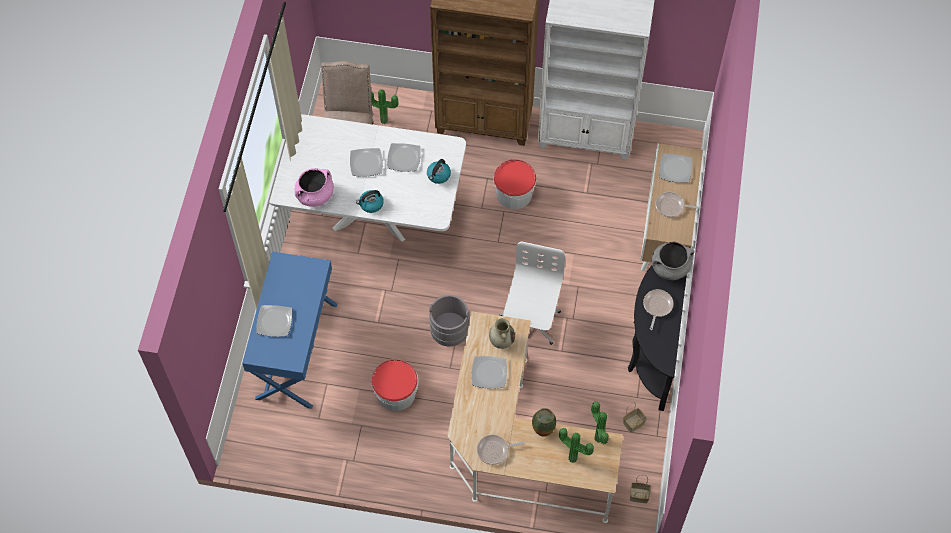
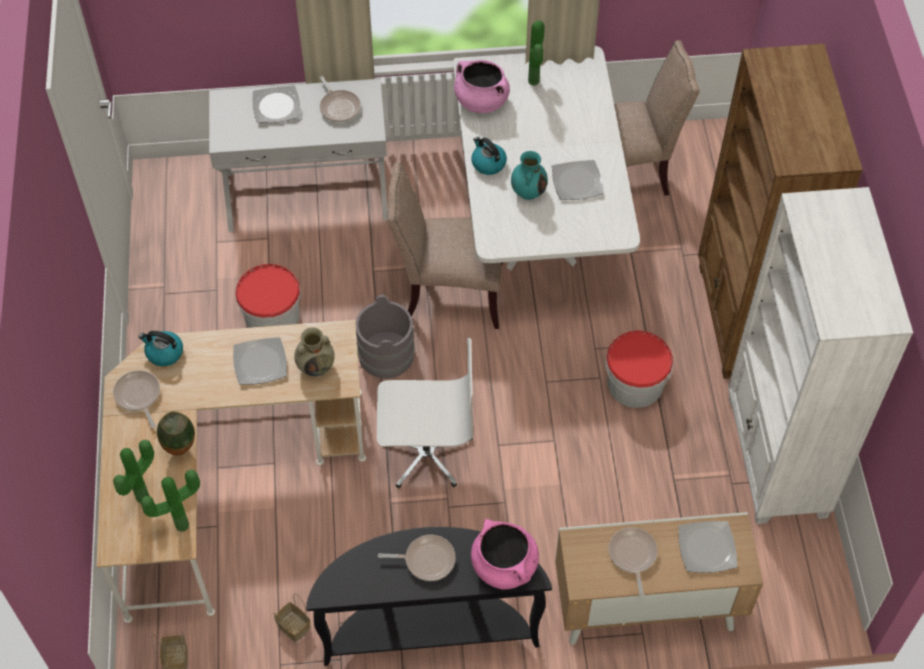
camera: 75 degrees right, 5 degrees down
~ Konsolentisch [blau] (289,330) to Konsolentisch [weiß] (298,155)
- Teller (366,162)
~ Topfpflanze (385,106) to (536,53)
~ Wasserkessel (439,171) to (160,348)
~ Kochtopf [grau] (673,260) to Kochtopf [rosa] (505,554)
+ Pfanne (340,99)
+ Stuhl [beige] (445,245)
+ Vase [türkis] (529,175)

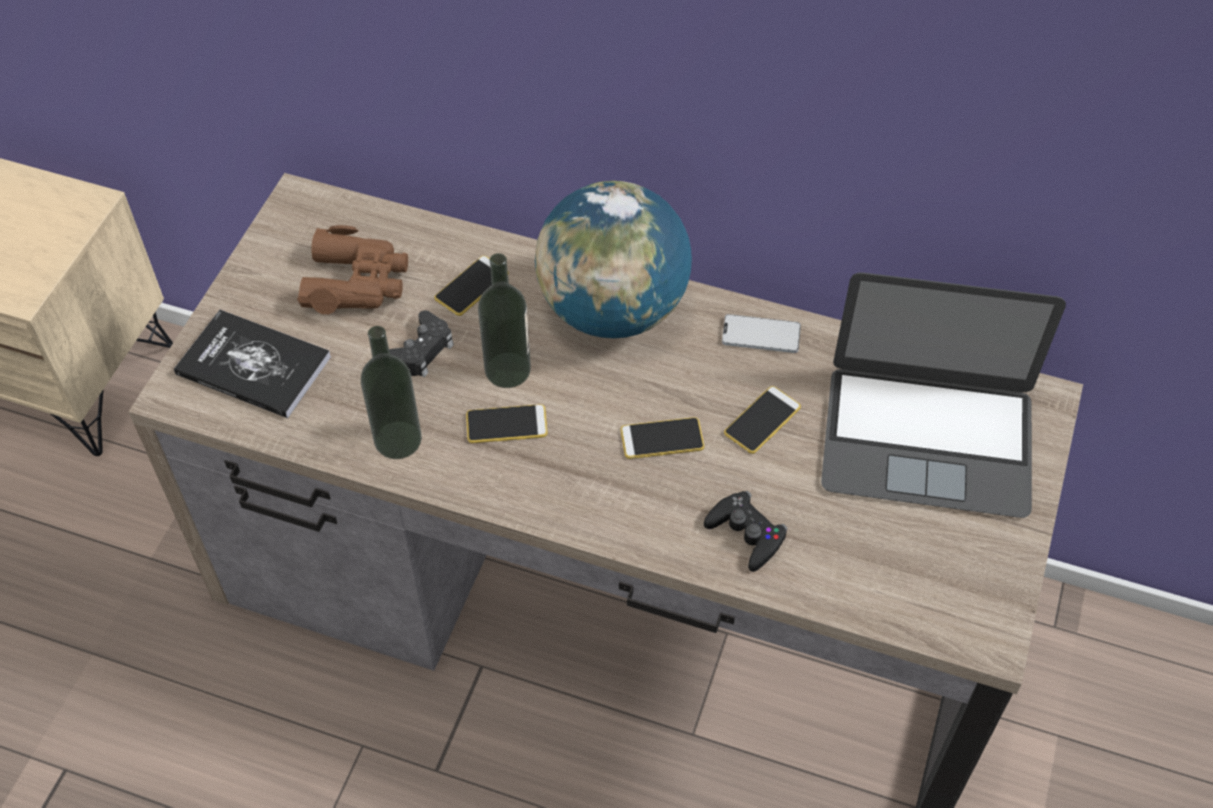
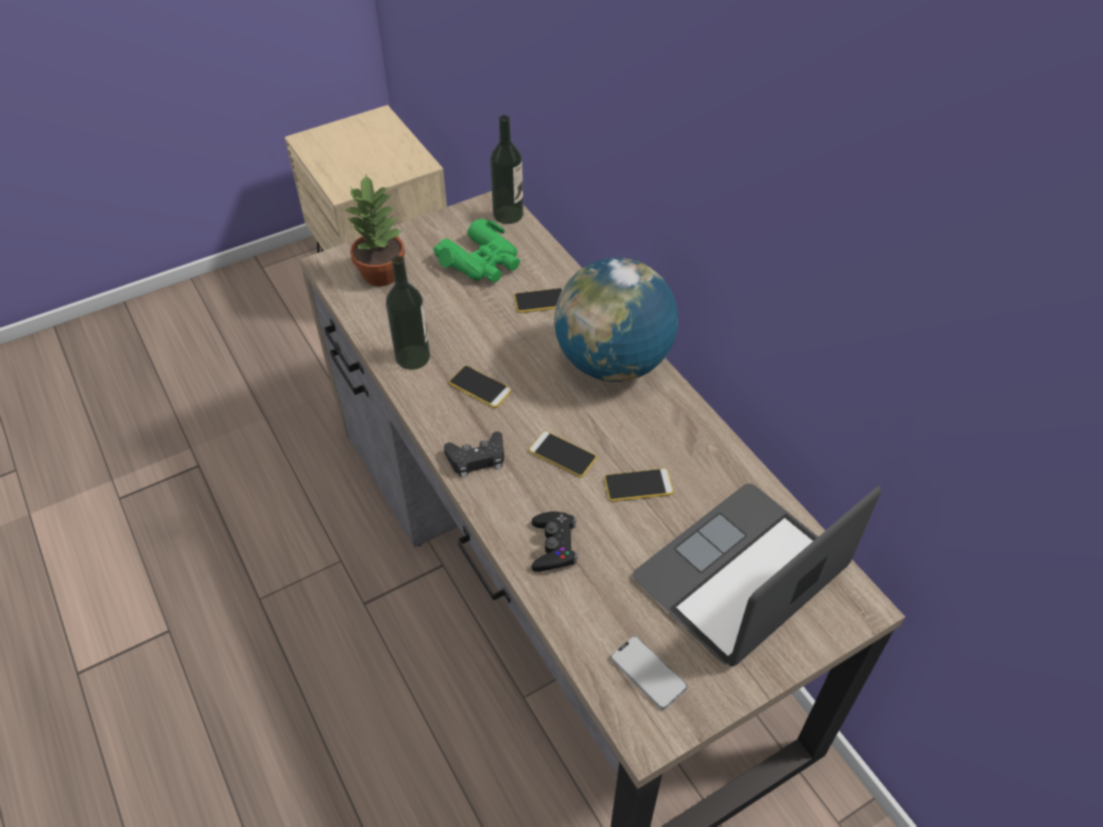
camera: 40 degrees right, 5 degrees down
~ Buch (252,364) to Topfpflanze (374,230)
~ Fernglas [braun] (352,269) to Fernglas [grün] (476,250)
~ Gamepad [schwarz] (421,343) to (474,455)
~ Flasche (504,320) to (506,169)
~ Handy (761,333) to (649,673)
~ Laptop (943,395) = (757,575) 90 degrees clockwise

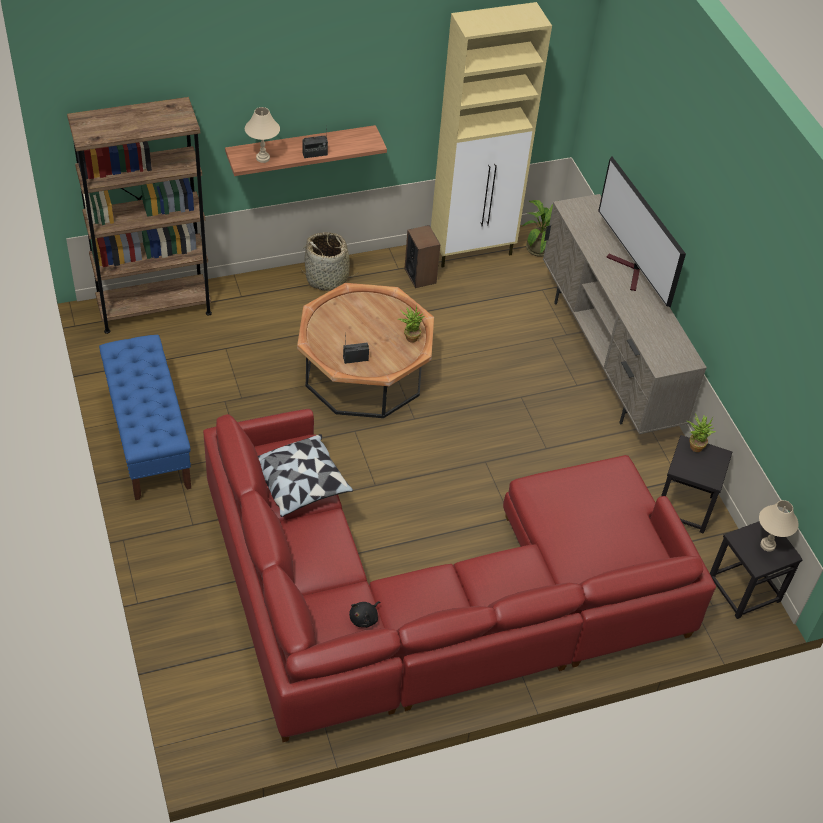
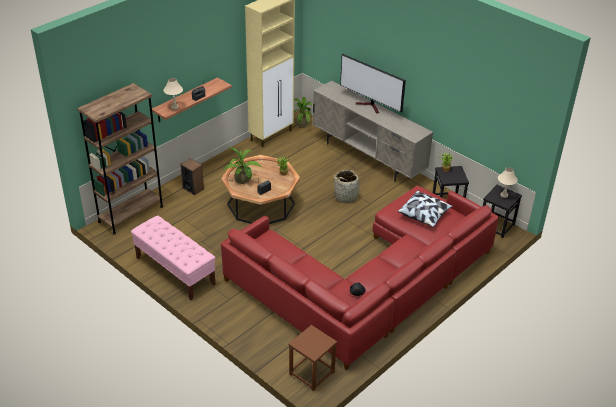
camera: 25 degrees left, 10 degrees down
~ Bank [blau] (145,417) to Bank [rosa] (173,258)
~ Kissen (305,475) to (425,209)
~ Korb (329,261) to (346,186)
~ Lautsprecher (422,256) to (192,176)
+ Topfpflanze (243,165)
+ Hocker [braun] (313,358)

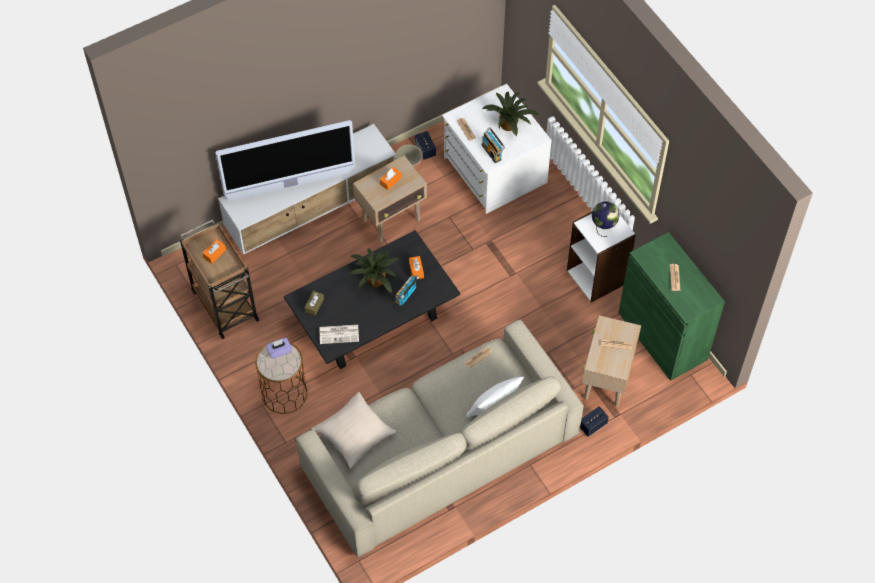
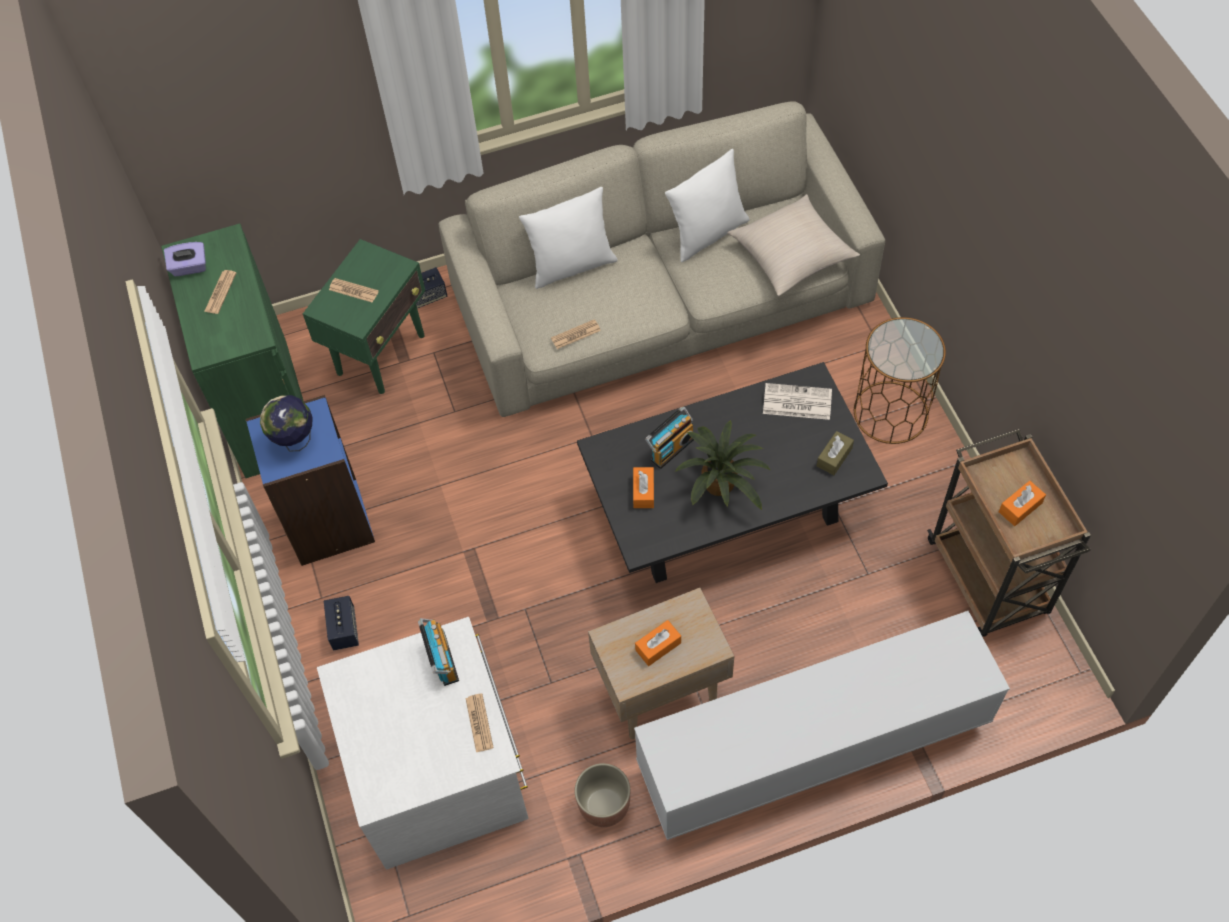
camera: 165 degrees left, 0 degrees up
- Fernseher (285,160)
~ Taschentuchbox [lila] (279,348) to (185,259)
~ Lautsprecher (425,145) to (341,623)
- Topfpflanze (511,114)
~ Bücherregal [weiß] (601,257) to Bücherregal [blau] (310,480)
~ Beistelltisch [beige] (611,361) to Beistelltisch [grün] (364,316)
+ Kissen [weiß] (707,205)

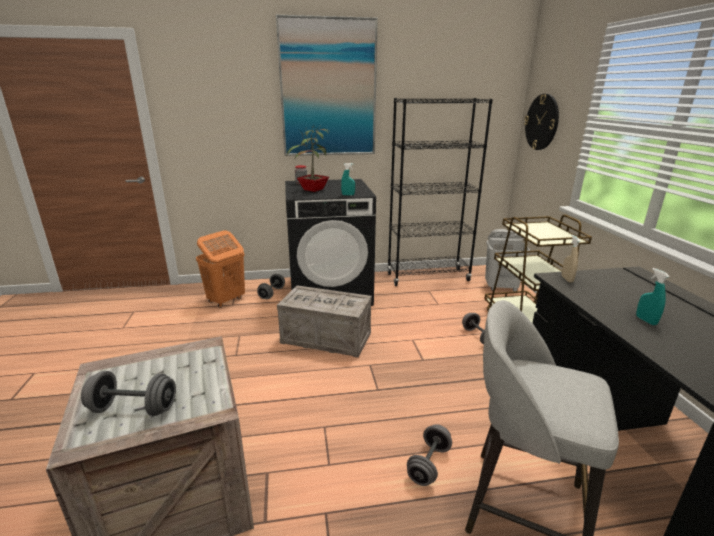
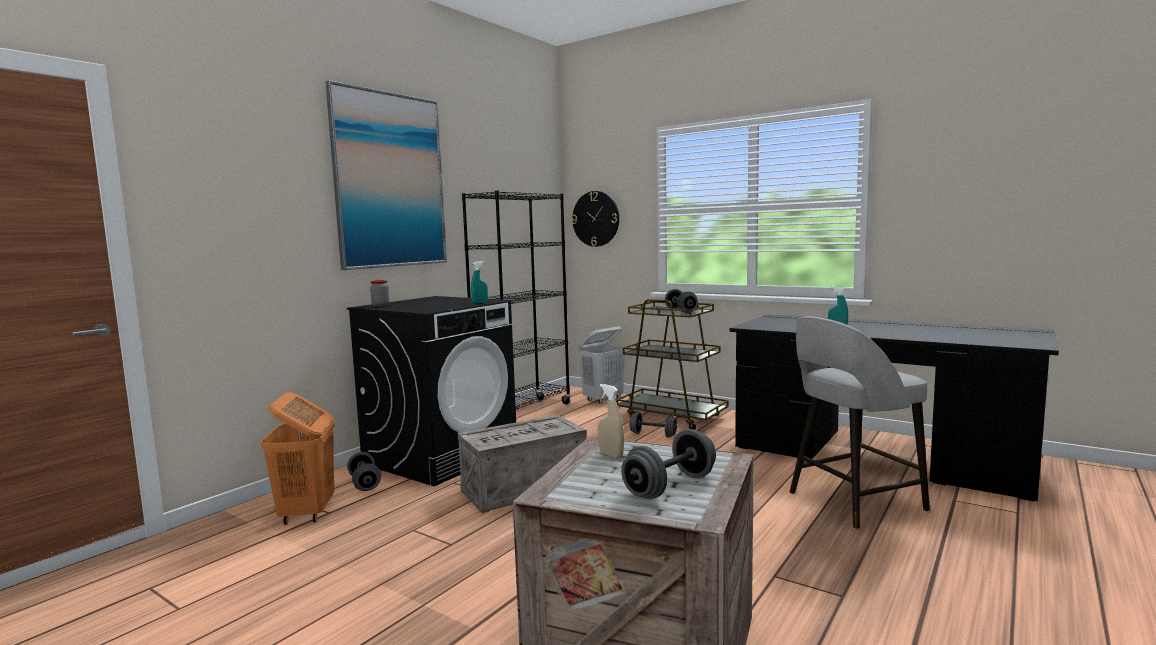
camera: 45 degrees left, 15 degrees down
- Topfpflanze (308,158)
~ Hantel [grau] (429,455) to (681,301)
~ Sprühflasche [beige] (571,258) to (611,421)

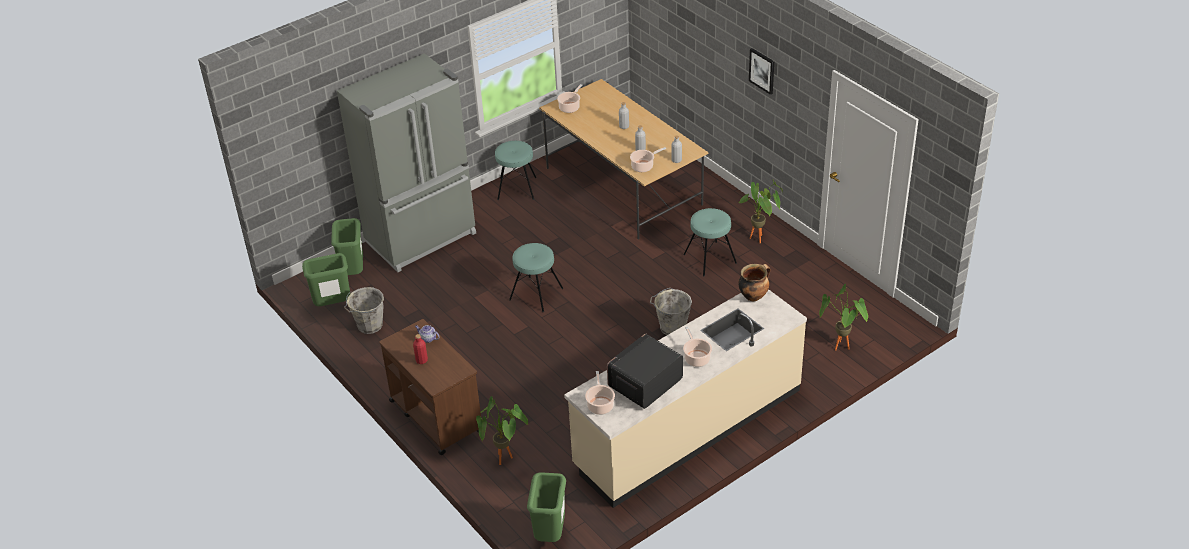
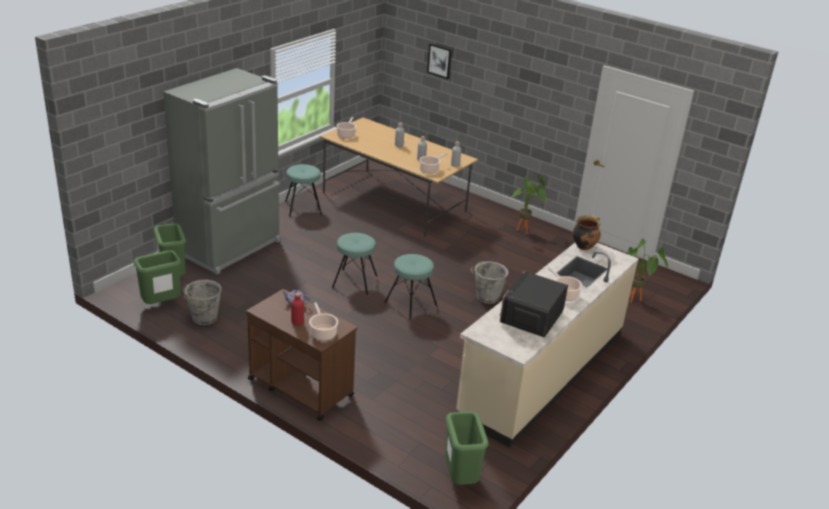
camera: 20 degrees left, 10 degrees down
- Topfpflanze (502,430)
~ Kochtopf (600,393) to (323,321)
~ Hocker [türkis] (710,242) to (410,287)
~ Bild (761,71) to (439,61)

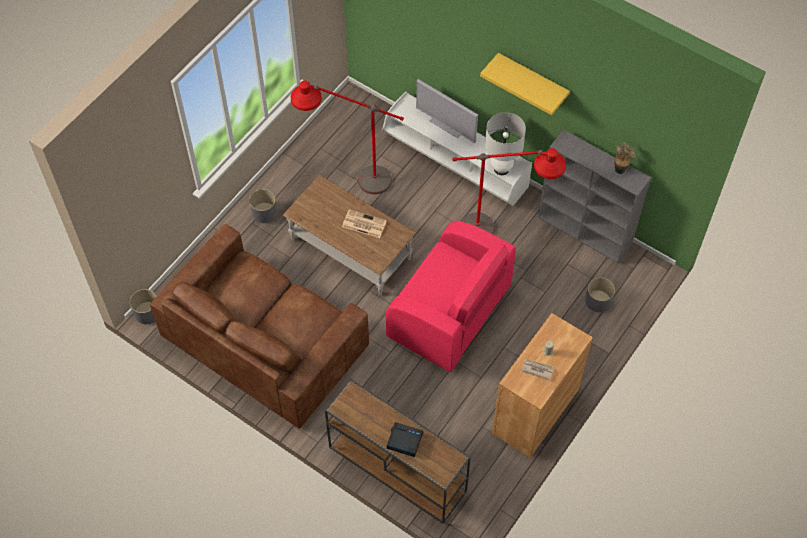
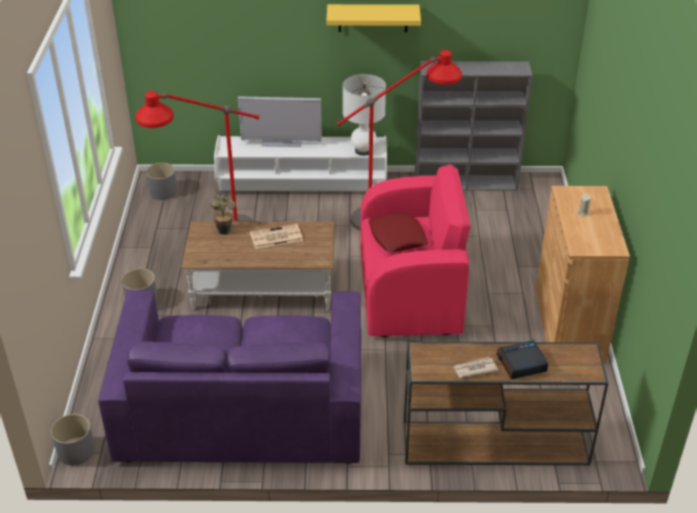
camera: 35 degrees left, 20 degrees down
~ Sofa [braun] (259,326) to Sofa [lila] (229,377)
~ Zeitung (538,369) to (475,367)
~ Pflanzkübel [grau] (600,295) to (161,181)
~ Topfpflanze (625,158) to (223,215)
+ Kissen [rot] (398,232)

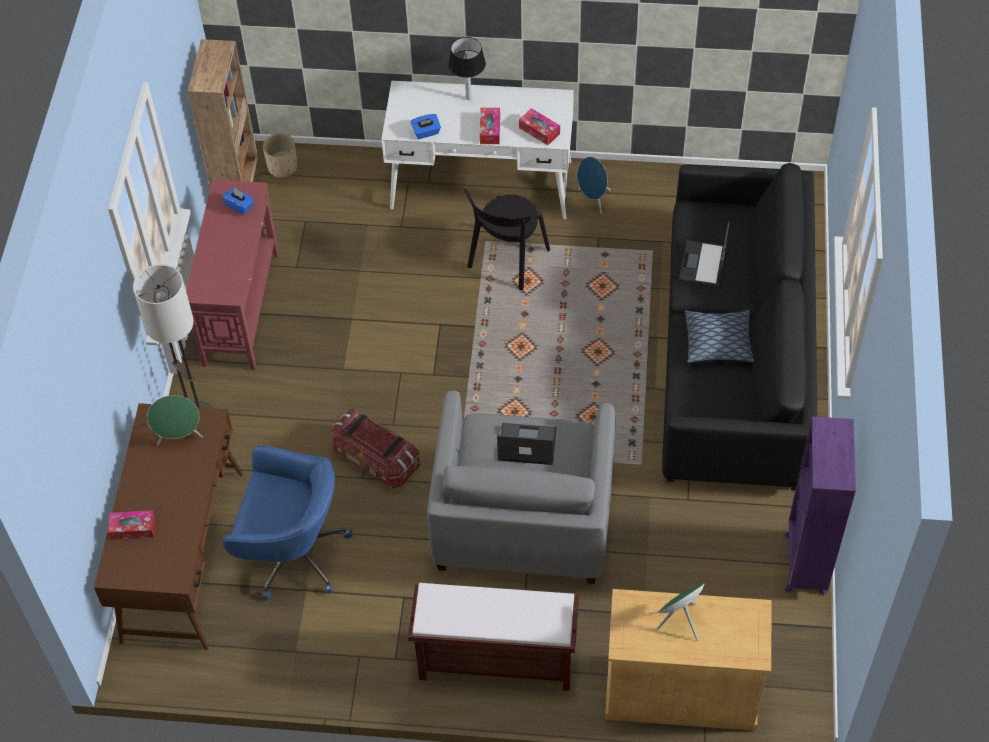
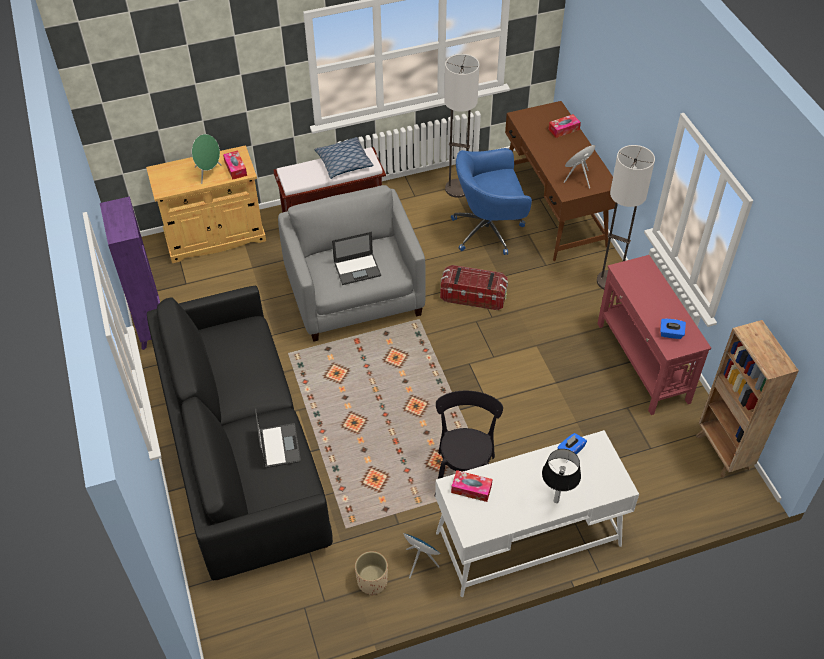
camera: 155 degrees right, 5 degrees down
~ Pflanzkübel [beige] (280,155) to (371,573)
~ Taschentuchbox (490,126) to (235,165)
~ Kissen (719,336) to (344,158)
+ Stehlampe (461,126)

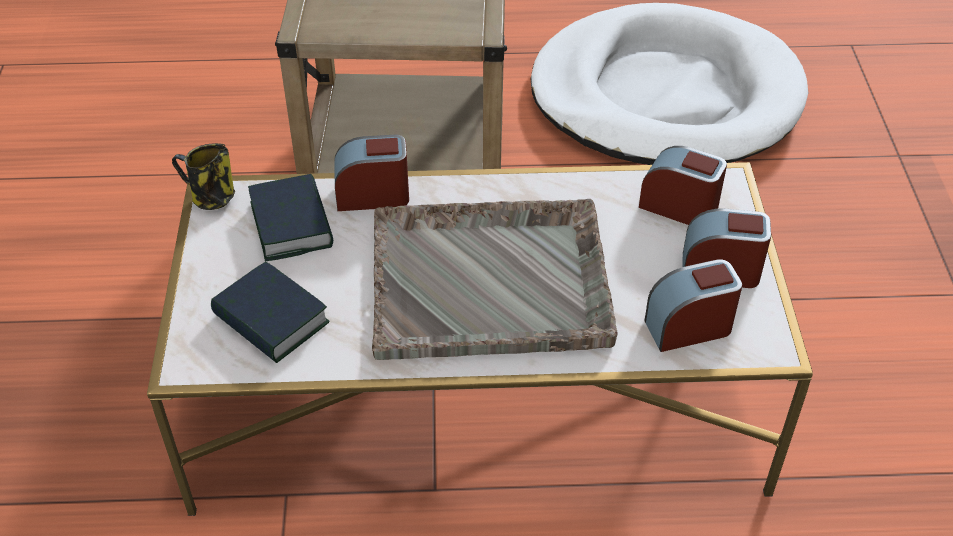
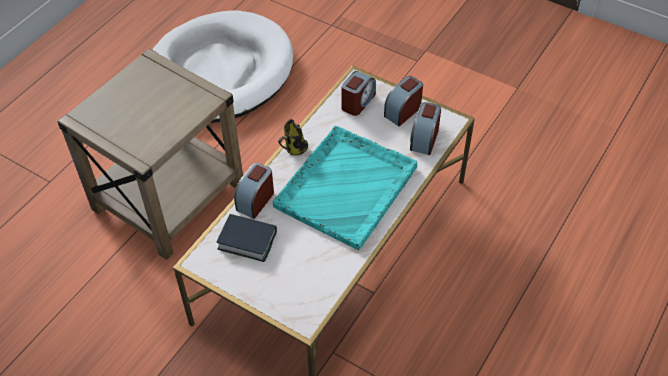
camera: 55 degrees left, 5 degrees up
~ Henkelbecher (204,176) to (293,137)
- Buch (270,312)
~ Tablett [grau] (495,279) to Tablett [türkis] (345,188)
~ Wecker (683,185) = (358,93) 150 degrees clockwise

